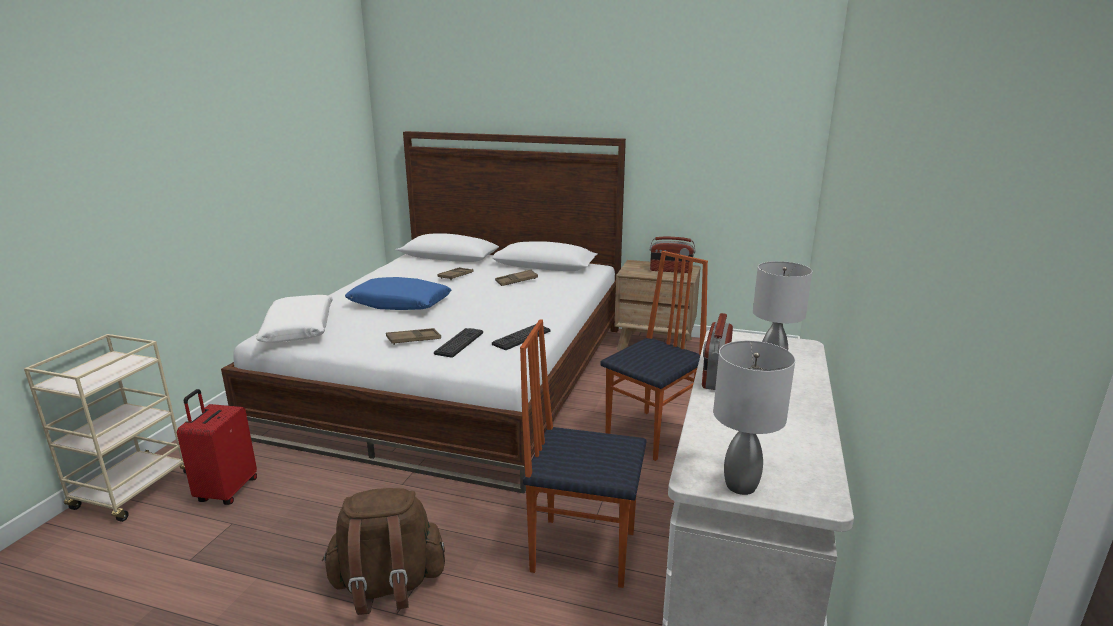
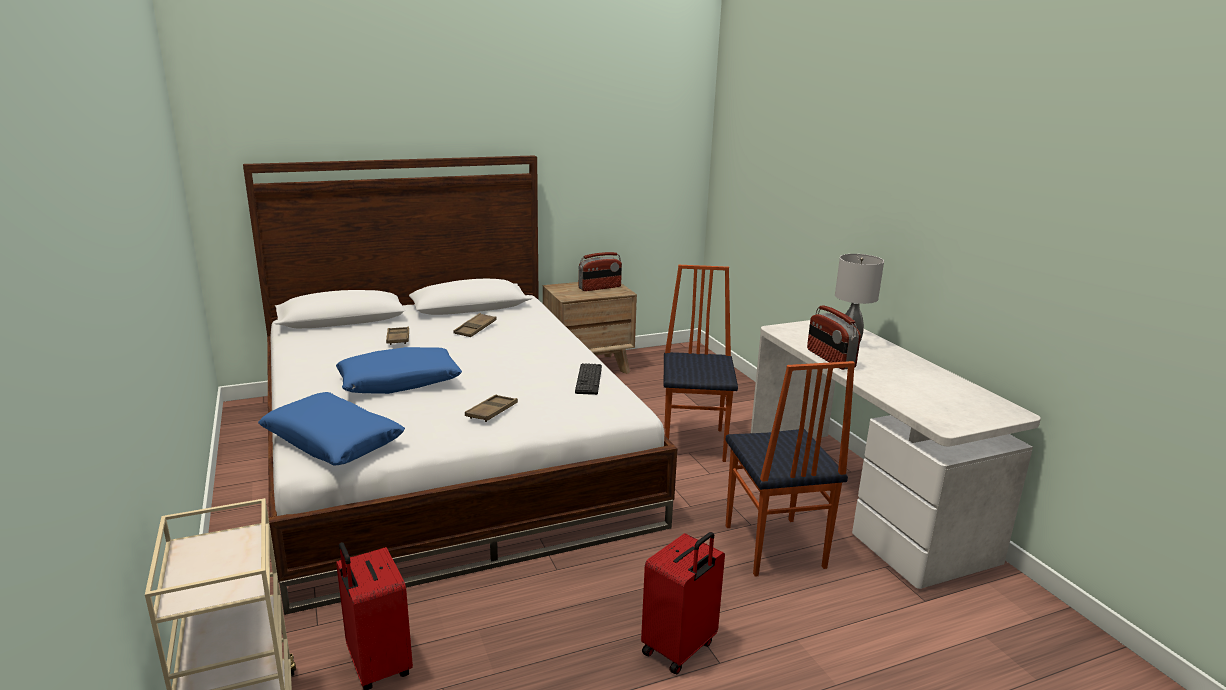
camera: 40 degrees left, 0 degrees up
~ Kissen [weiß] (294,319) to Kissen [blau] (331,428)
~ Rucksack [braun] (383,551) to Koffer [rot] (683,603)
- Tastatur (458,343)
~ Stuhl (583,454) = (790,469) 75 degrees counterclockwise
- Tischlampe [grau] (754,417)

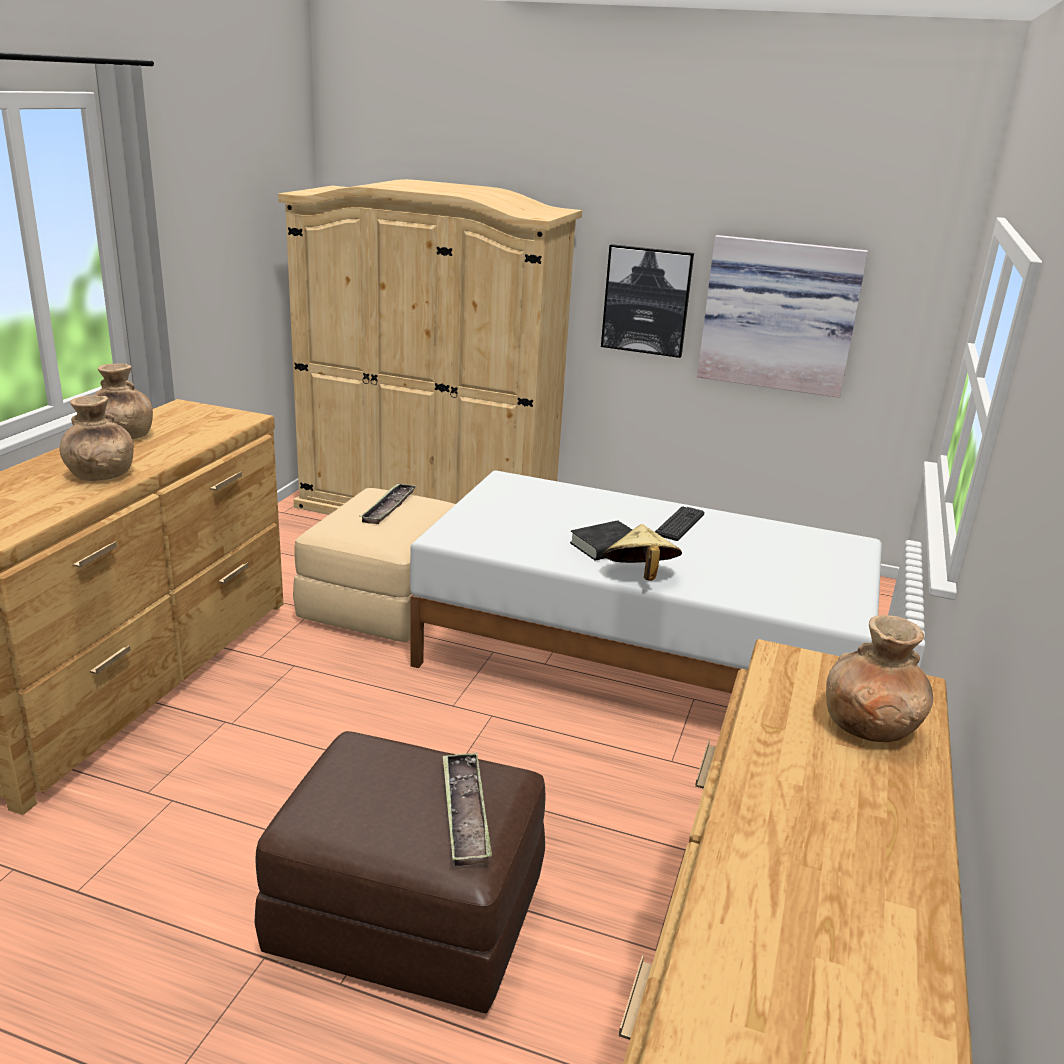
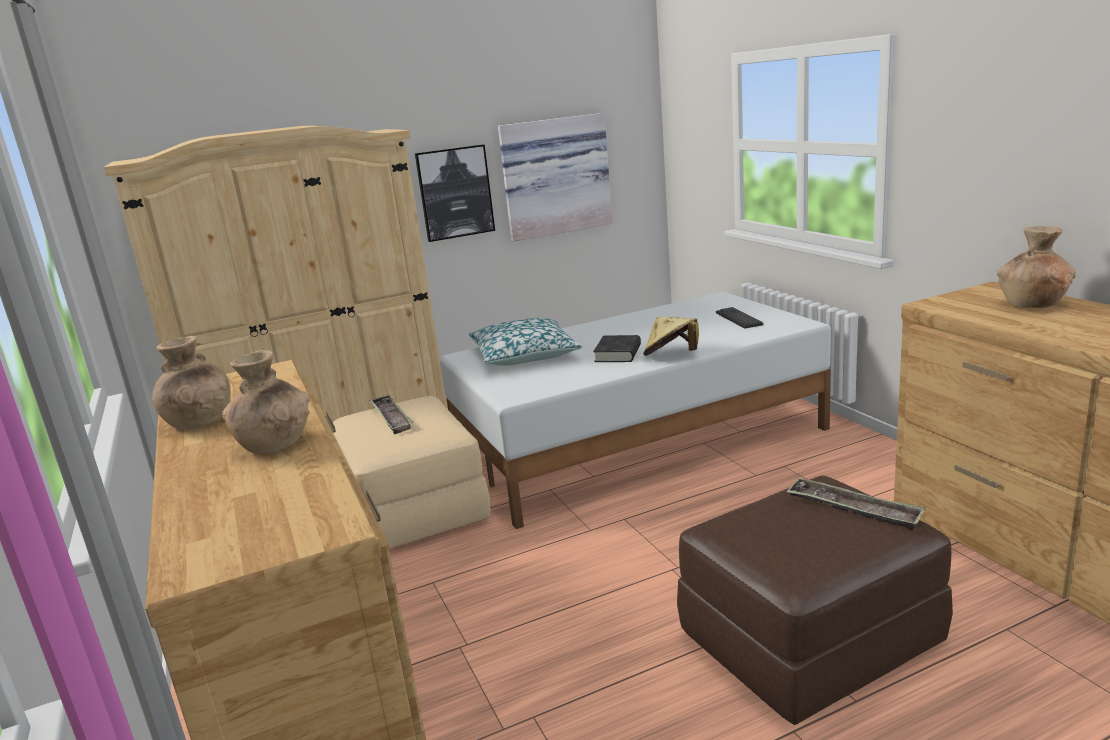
camera: 40 degrees left, 5 degrees down
~ Tastatur (679,523) to (739,318)
+ Kissen (526,342)

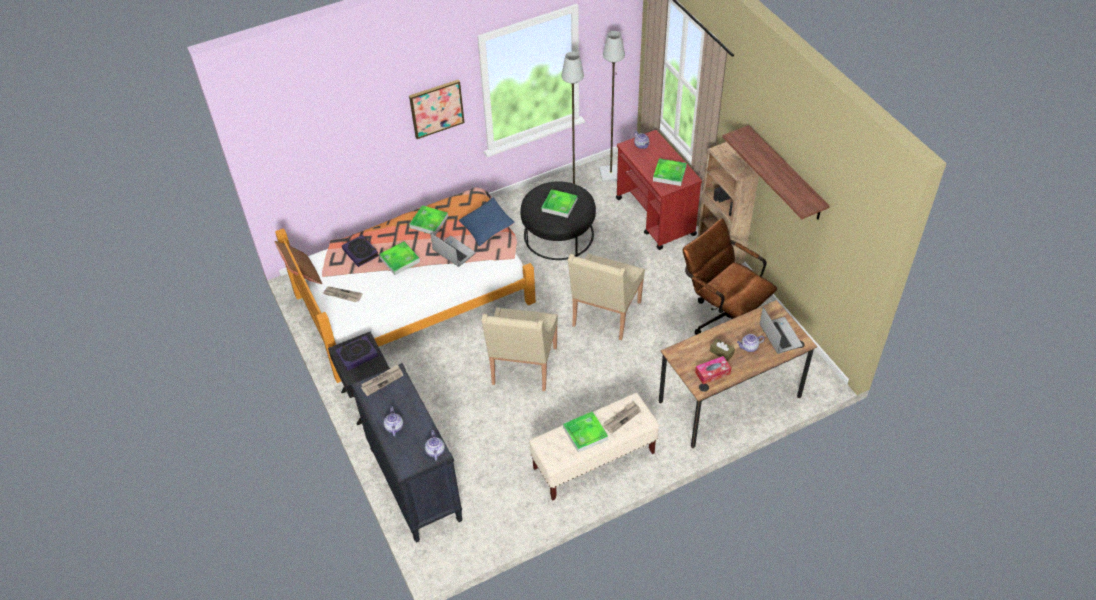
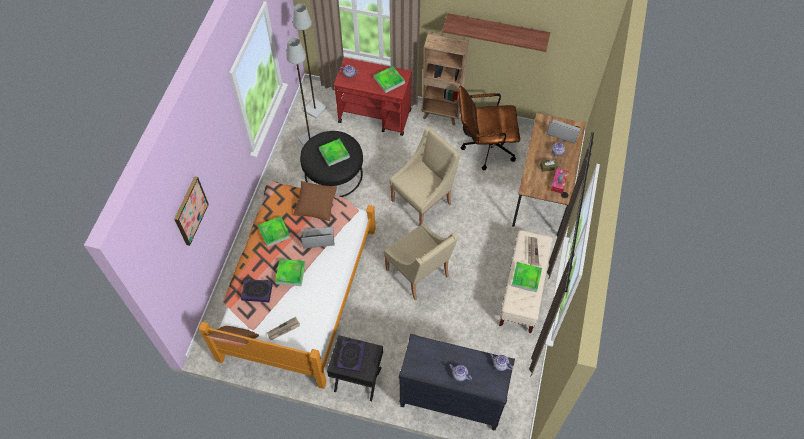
camera: 50 degrees left, 10 degrees up
- Zeitung (382,380)
~ Bild (437,109) to (191,211)
~ Kissen [blau] (487,222) to Kissen [braun] (315,201)
~ Sessel [beige] (606,297) = (425,176) 105 degrees counterclockwise

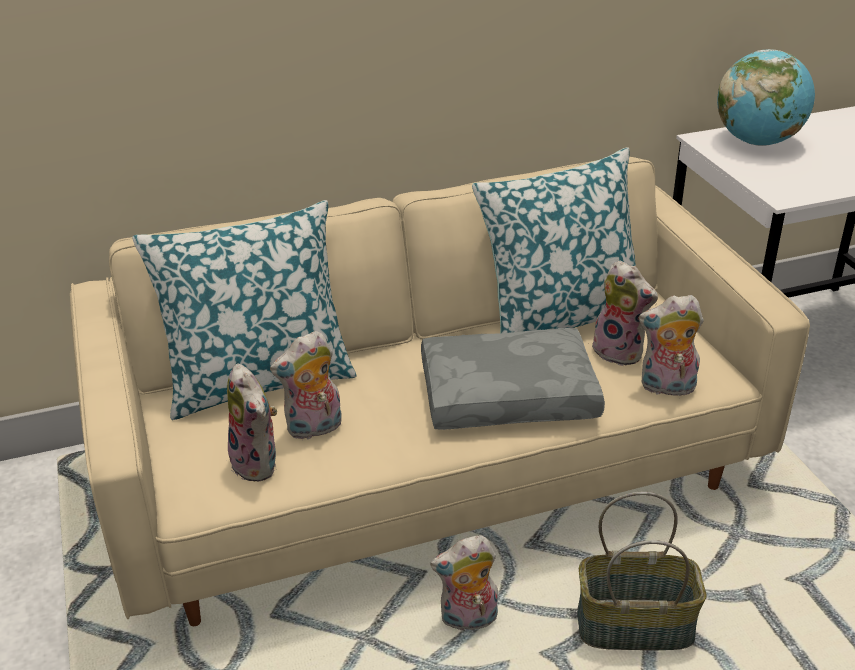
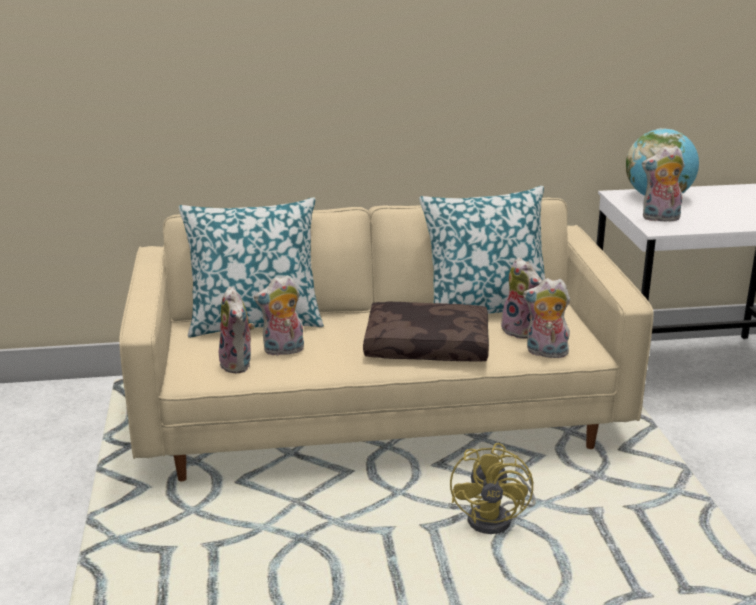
camera: 10 degrees right, 10 degrees down
~ Kissen [grau] (513,379) to Kissen [braun] (426,332)
~ Plüschtier (464,583) to (663,183)
~ Korb (642,571) to Ventilator [gelb] (493,488)

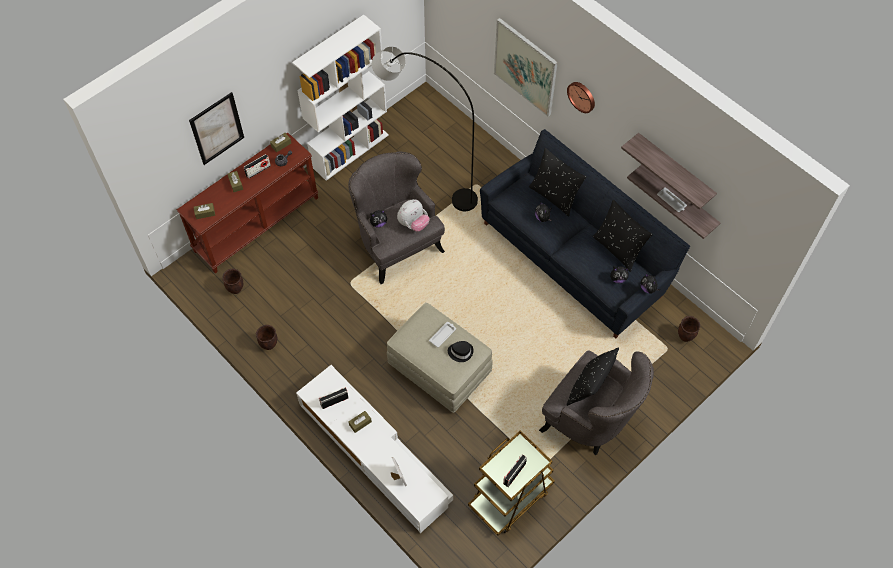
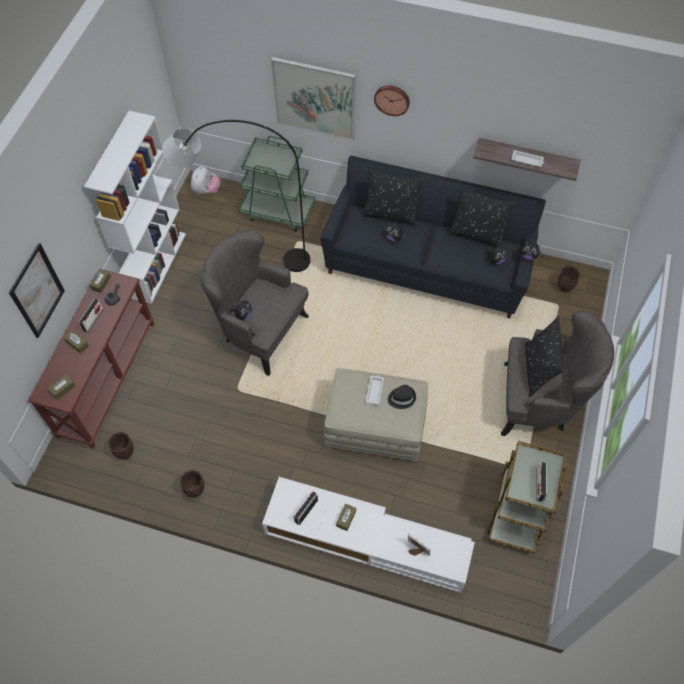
camera: 30 degrees left, 0 degrees up
~ Plüschtier (413,215) to (206,180)
- Wandregal (669,171)
+ Rollwagen [grün] (276,184)

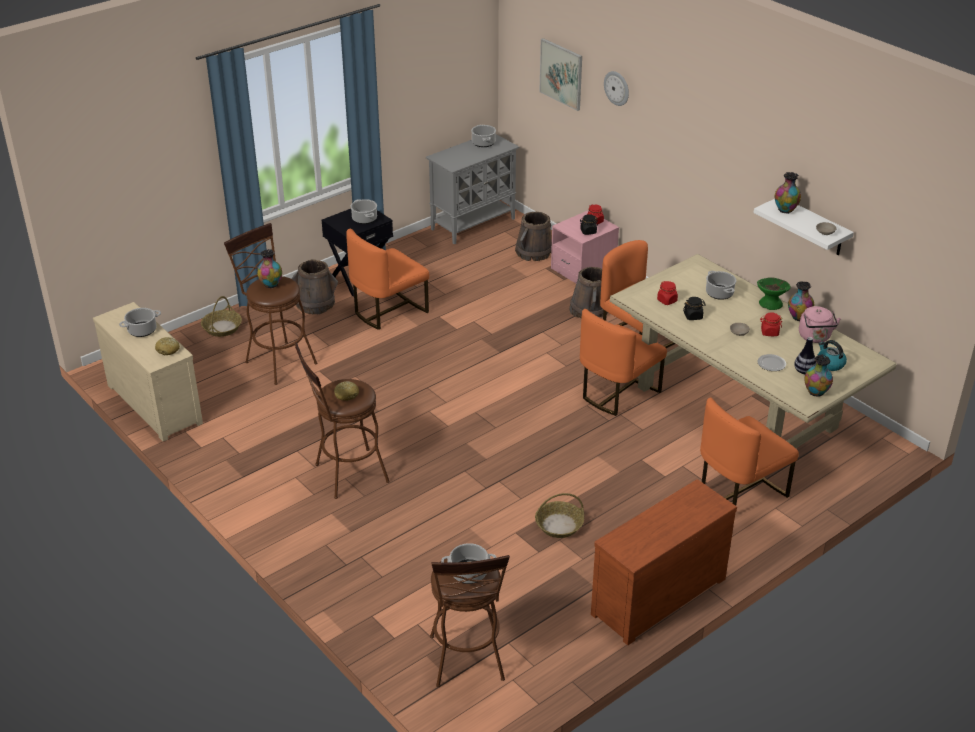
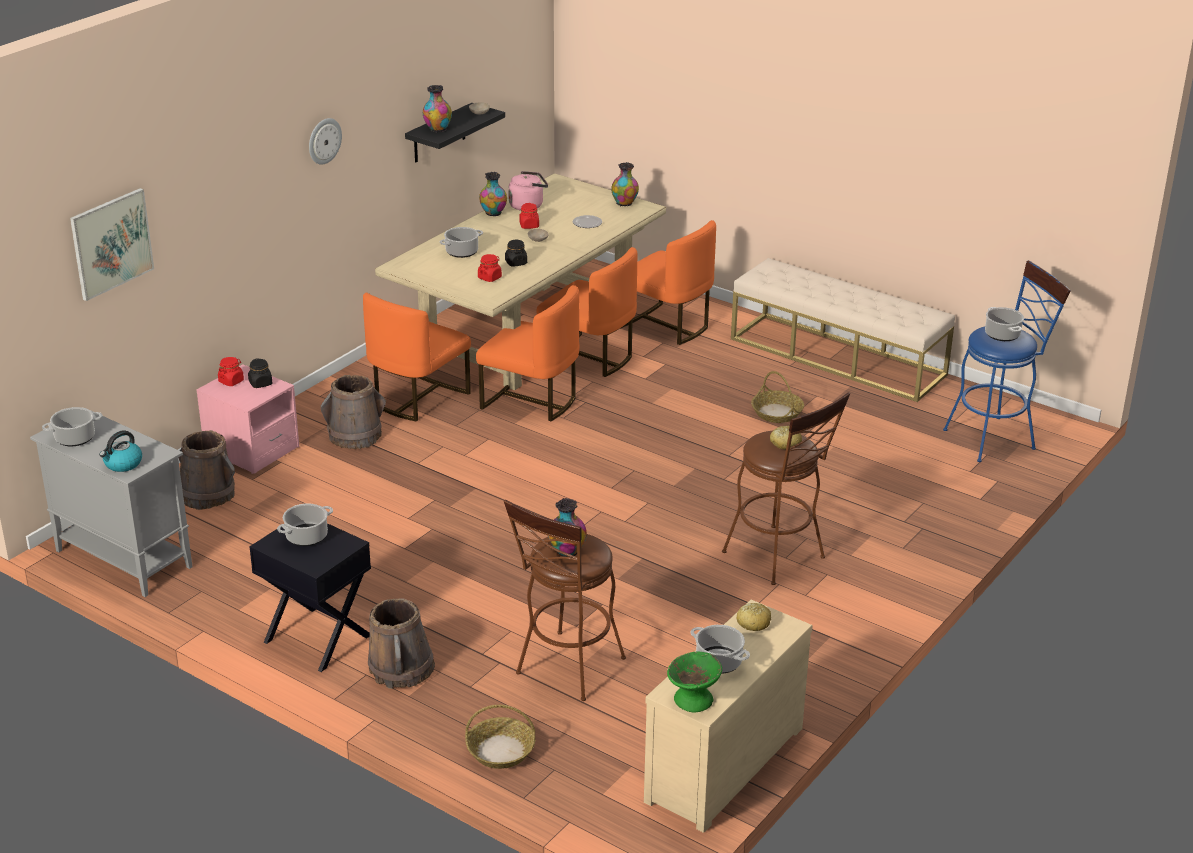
camera: 105 degrees left, 5 degrees down
~ Stuhl [orange] (387,279) to (587,312)
~ Hocker [braun] (470,621) to Hocker [blau] (1007,361)
~ Kommode [braun] (664,562) to Bank [beige] (843,330)
~ Wanduhr (616,88) to (325,141)
~ Wandregal [weiß] (803,227) to Wandregal [schwarz] (455,132)
~ Schüssel [grün] (774,293) to (694,682)
- Vase (805,355)
~ Wasserkessel (832,355) to (120,451)

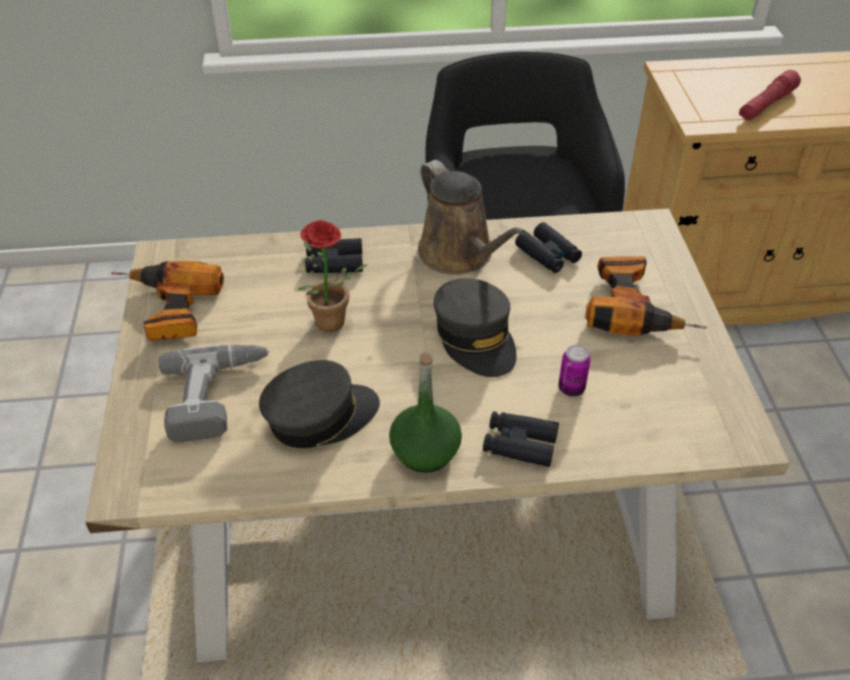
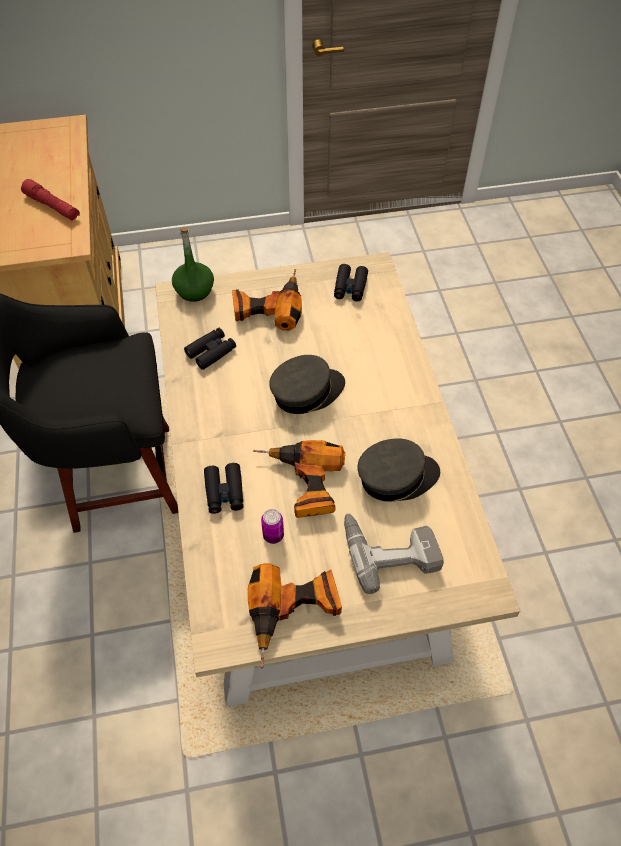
camera: 95 degrees left, 10 degrees up
~ Kappe [grau] (319,404) = (398,470) 105 degrees clockwise
~ Topfpflanze (333,276) to Bohrmaschine (299,479)
~ Flasche [grün] (425,413) to (193,264)
- Gießkanne [braun] (472,217)
~ Fernglas [schwarz] (521,439) to (351,283)
~ Dose (574,370) to (272,526)

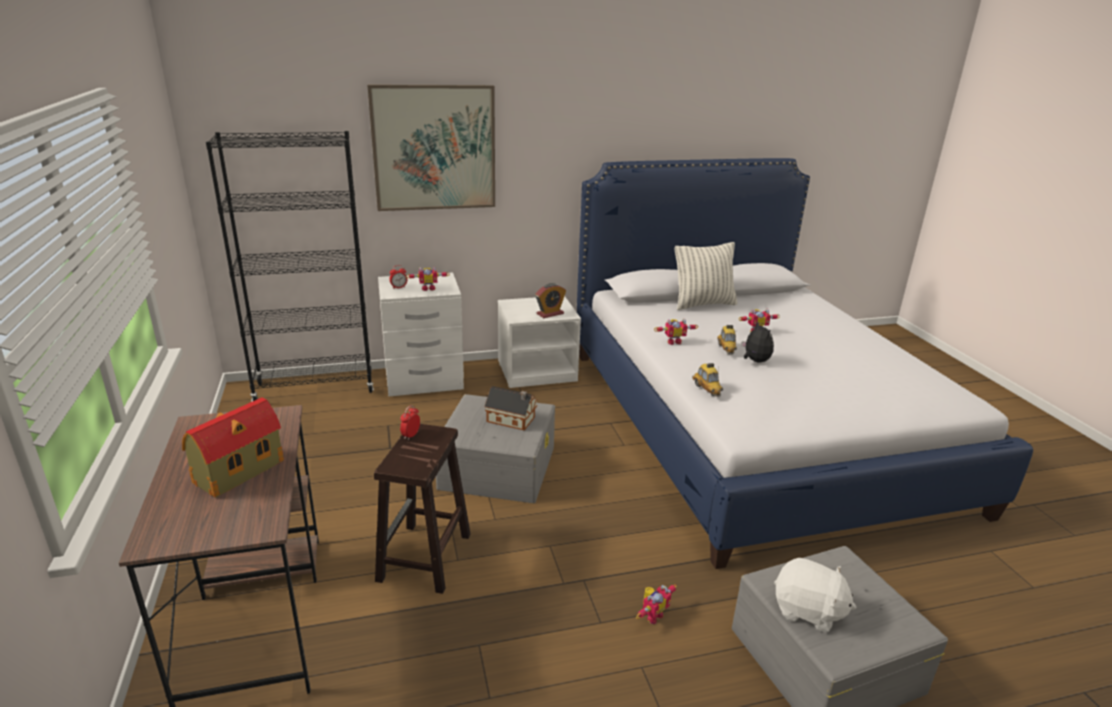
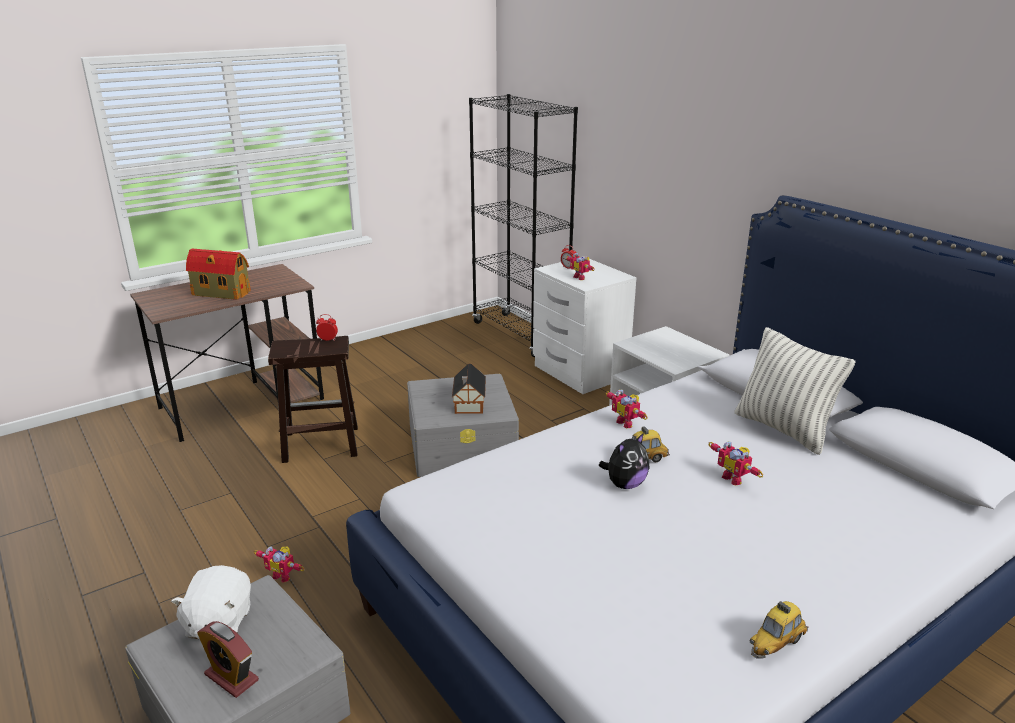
camera: 70 degrees right, 0 degrees up
- Bild (431,147)
~ Wecker (550,300) to (228,659)
~ Spielzeugauto (707,380) to (779,630)

